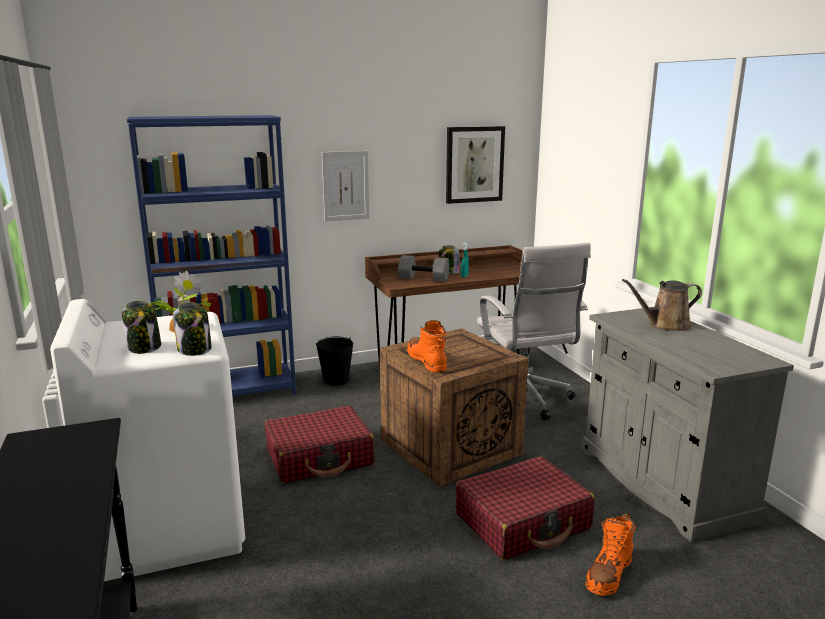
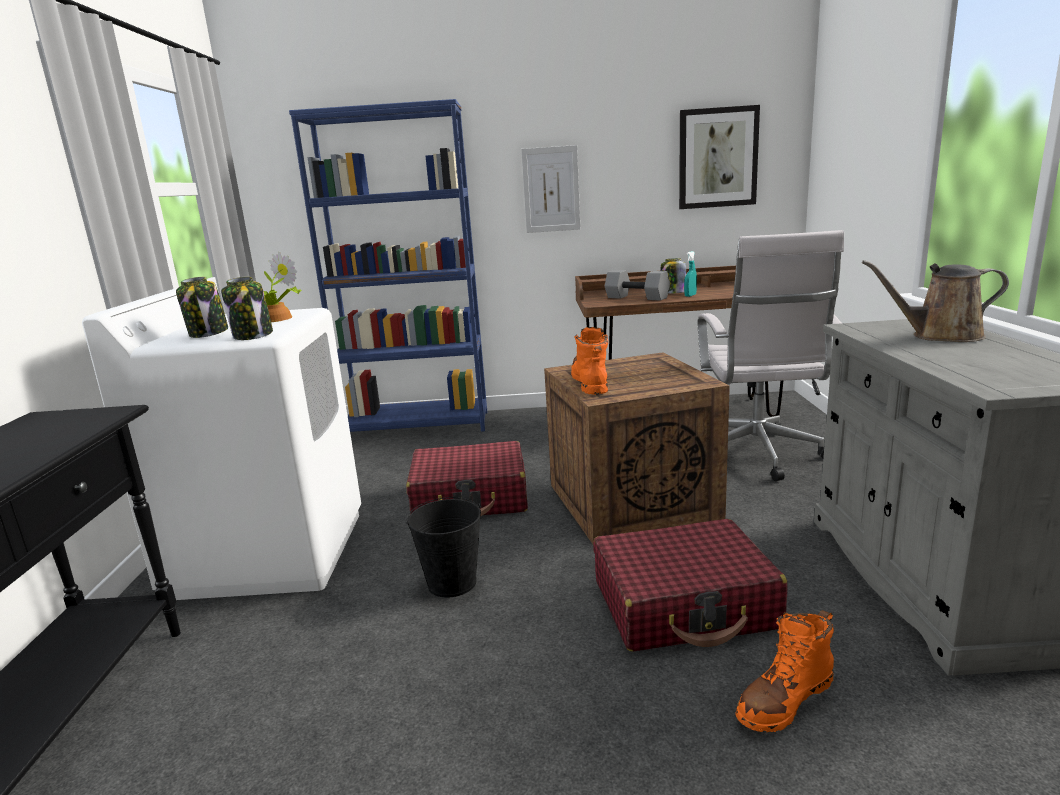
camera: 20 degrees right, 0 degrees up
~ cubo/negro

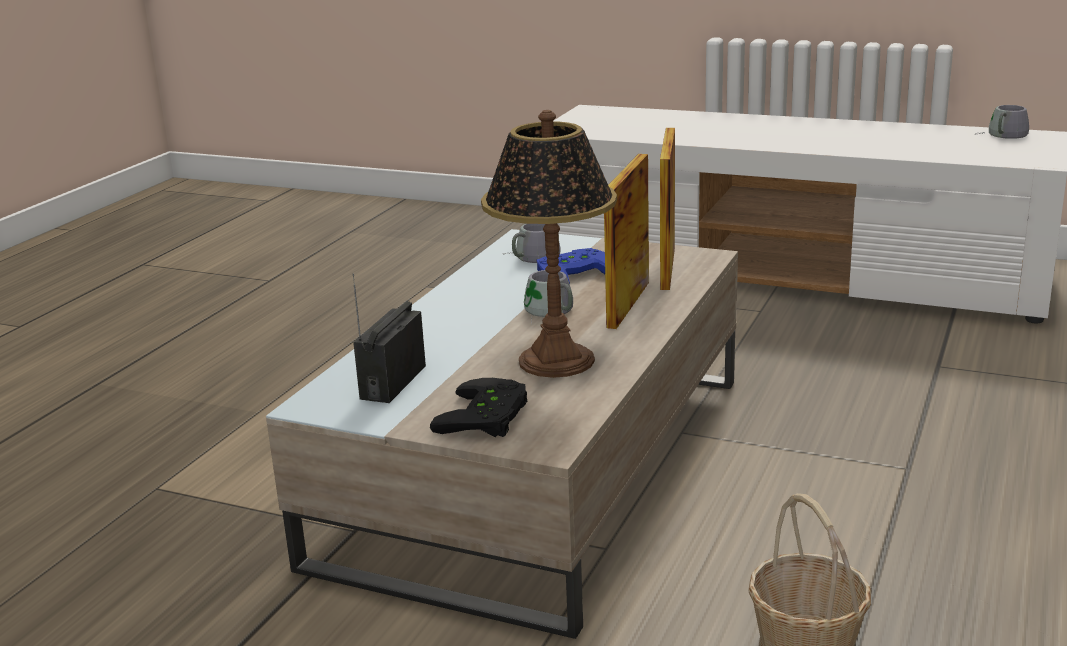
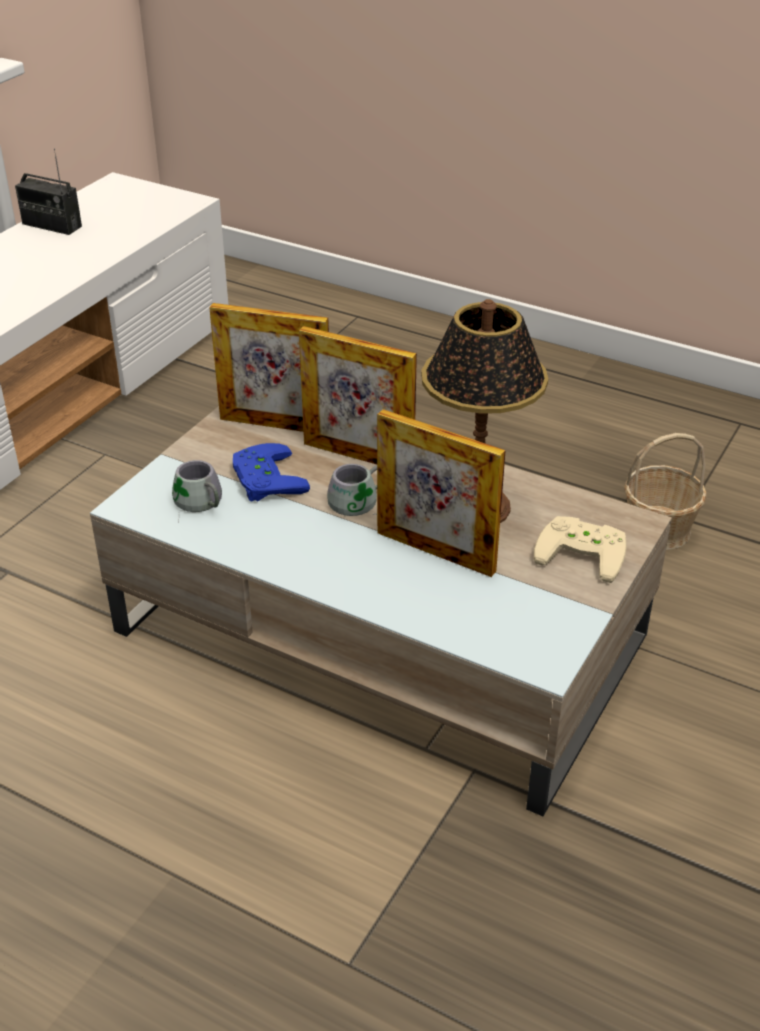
camera: 85 degrees left, 15 degrees up
- taza grande/gris (no. 3 from left)
+ portarretratos (no. 3 from left)
~ radio
~ mando de consola/negro to mando de consola/beis

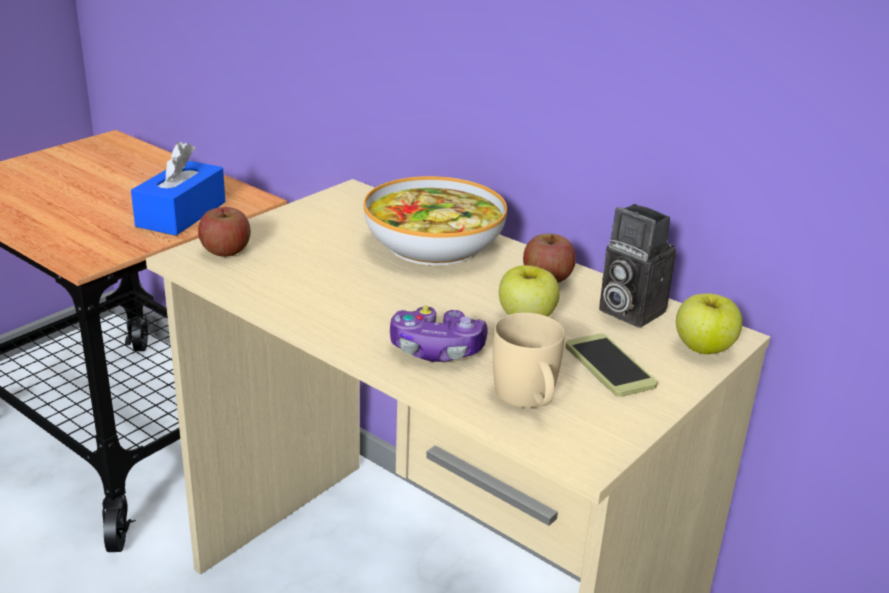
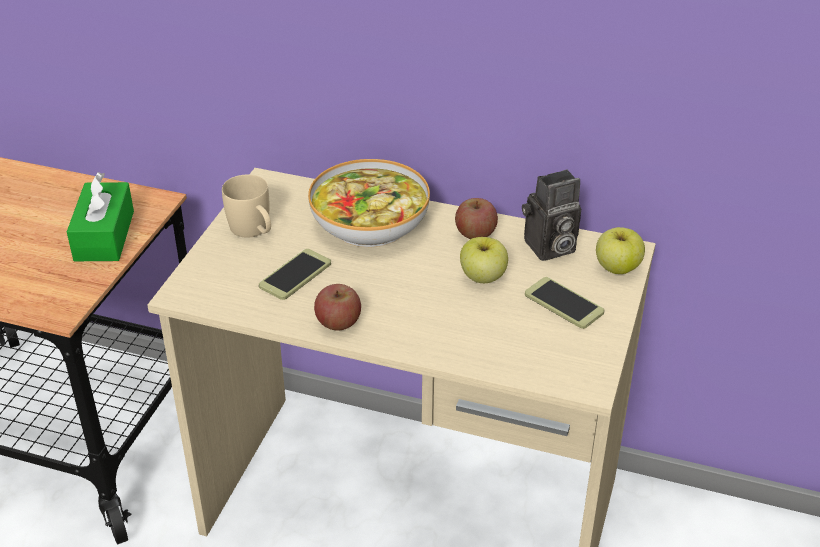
camera: 20 degrees left, 10 degrees up
- mando de consola
+ móvil (no. 1 from left)
~ manzana (no. 1 from left)
~ taza grande/beis
~ caja de pañuelos/azul to caja de pañuelos/verde
~ cámara 45 degrees counterclockwise

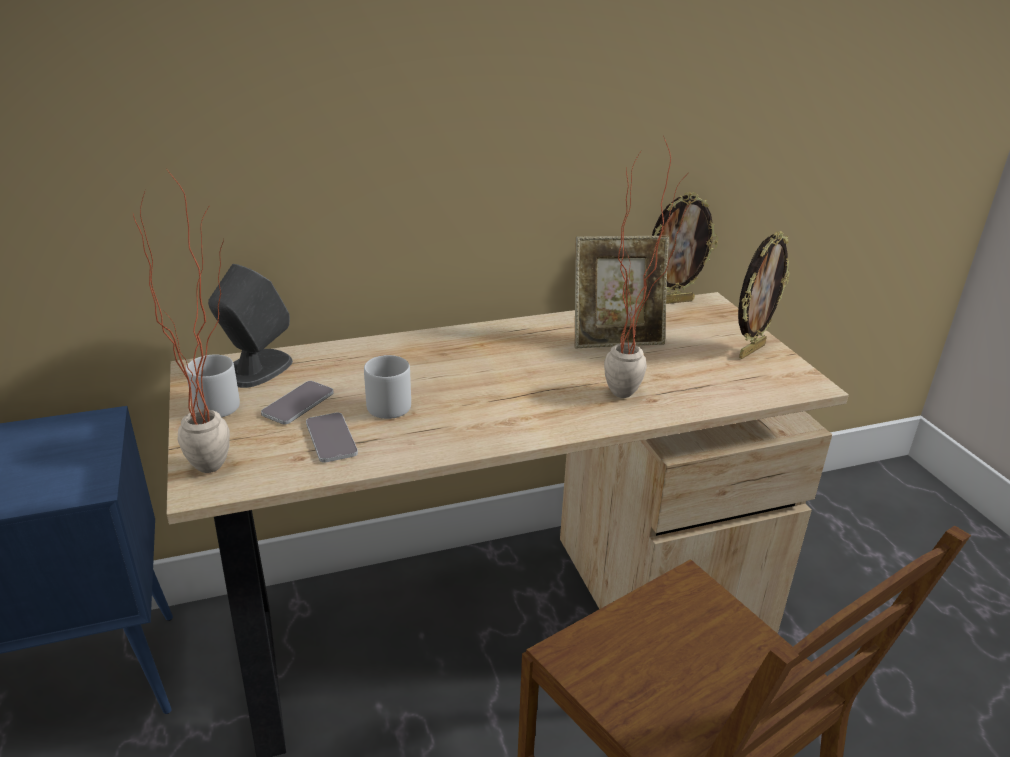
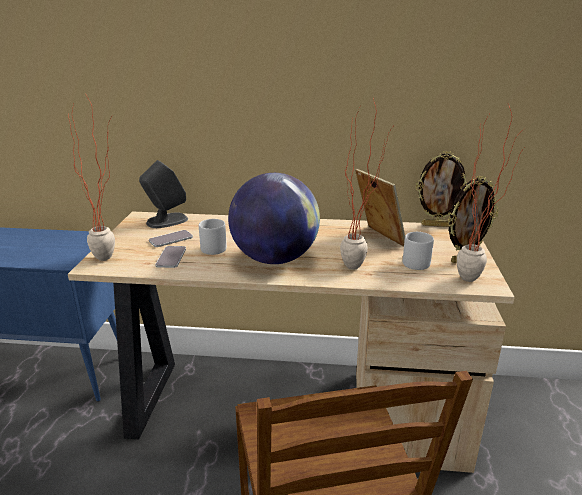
camera: 25 degrees right, 5 degrees down
+ globo terráqueo
+ planta en maceta (no. 3 from left)
~ taza grande/gris (no. 1 from left in the first image) to taza grande/gris (no. 2 from left)
~ portarretratos (no. 1 from left) 135 degrees counterclockwise

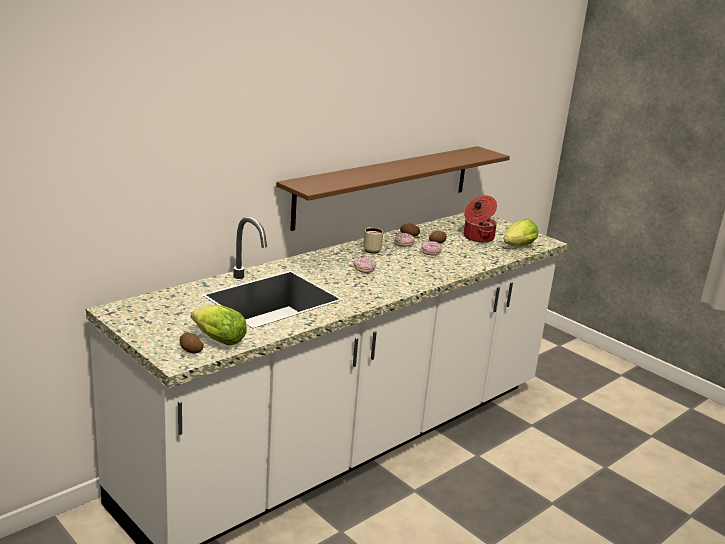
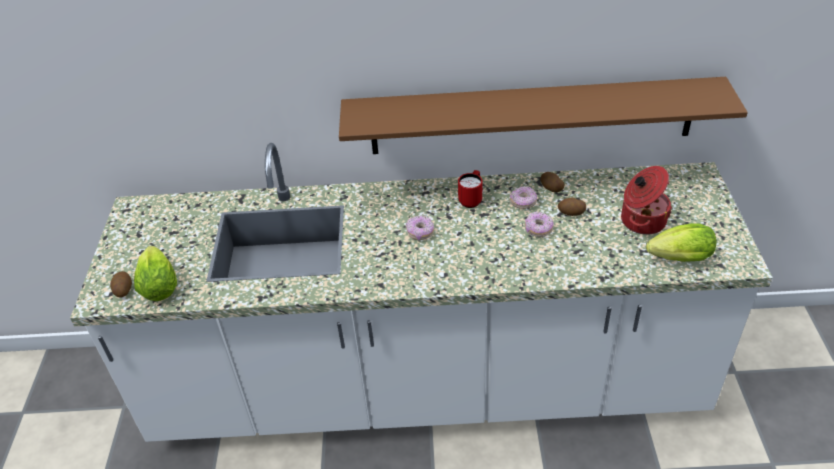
camera: 45 degrees right, 20 degrees up
~ taza grande/beis to taza grande/rojo

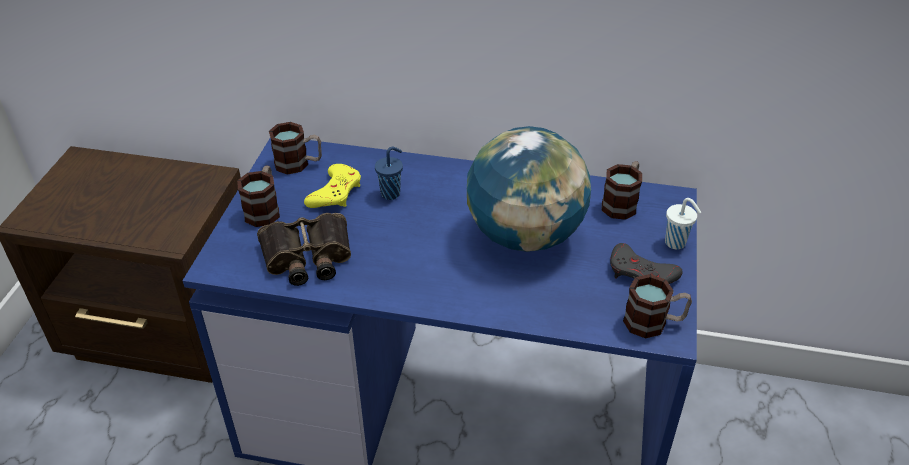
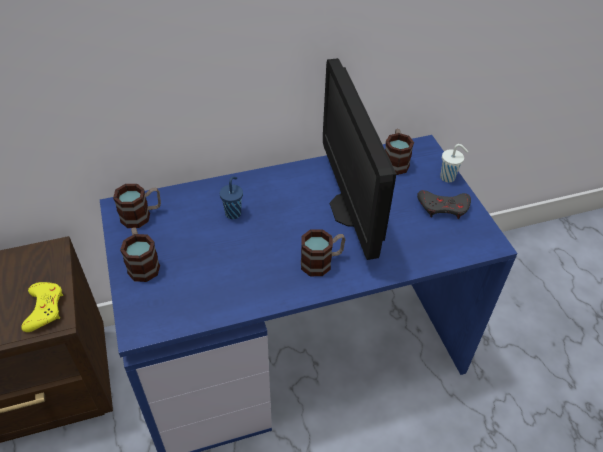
camera: 30 degrees left, 5 degrees up
- prismáticos
~ mando de consola/amarillo
~ taza grande (no. 4 from left in the first image) to taza grande (no. 3 from left)
~ globo terráqueo to monitor

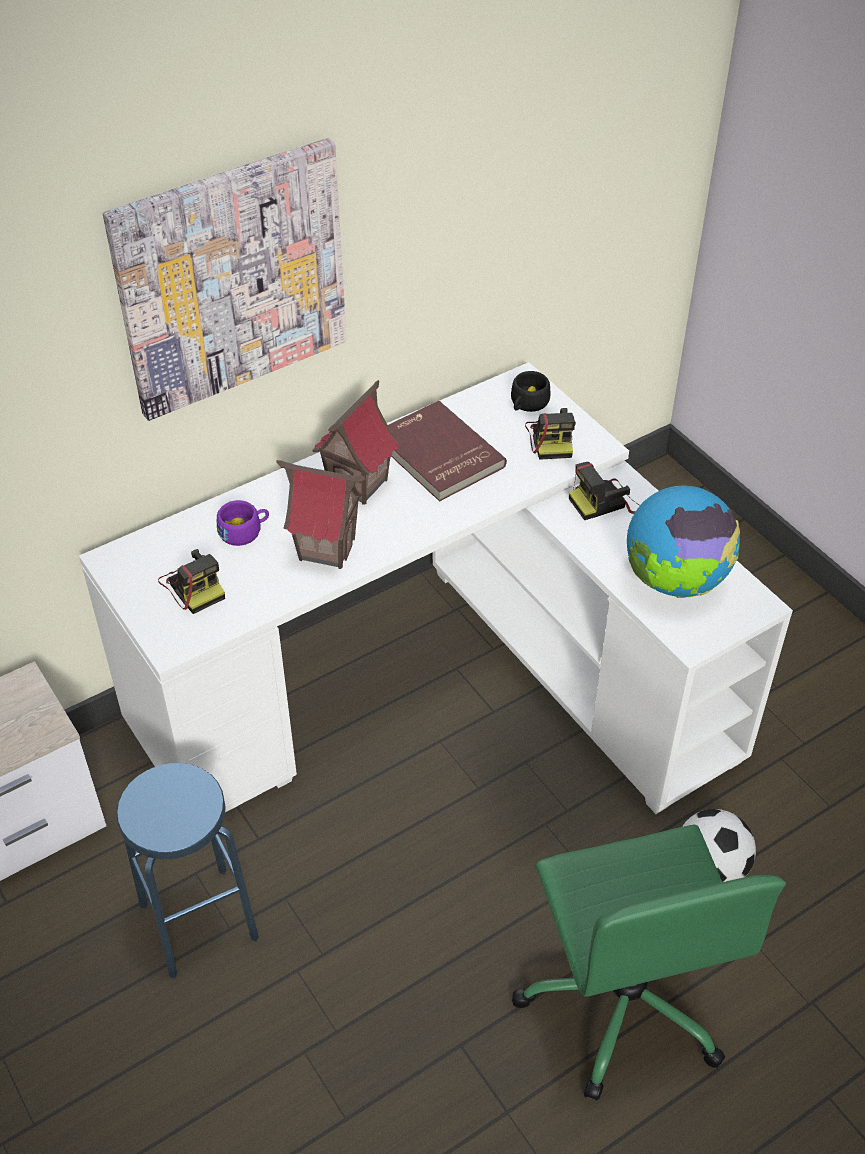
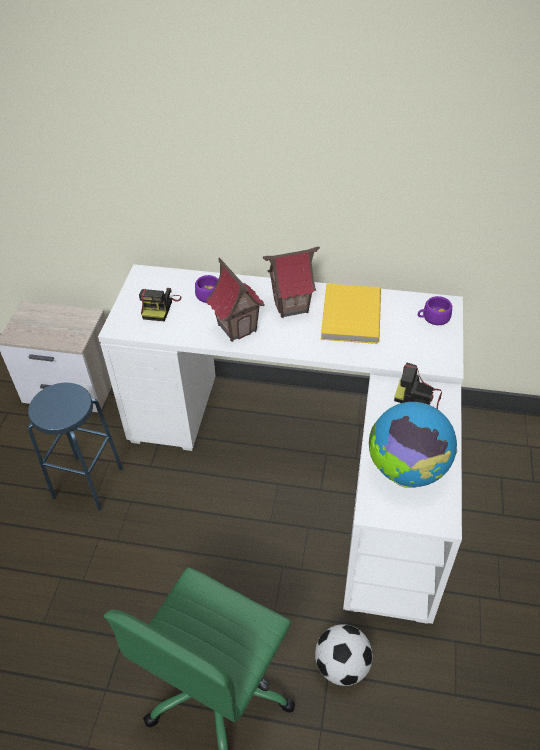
camera: 45 degrees right, 0 degrees up
- cuadro
- cámara (no. 2 from left)
~ libro/rojo to libro/amarillo
~ taza/negro to taza/morado (no. 2 from left)

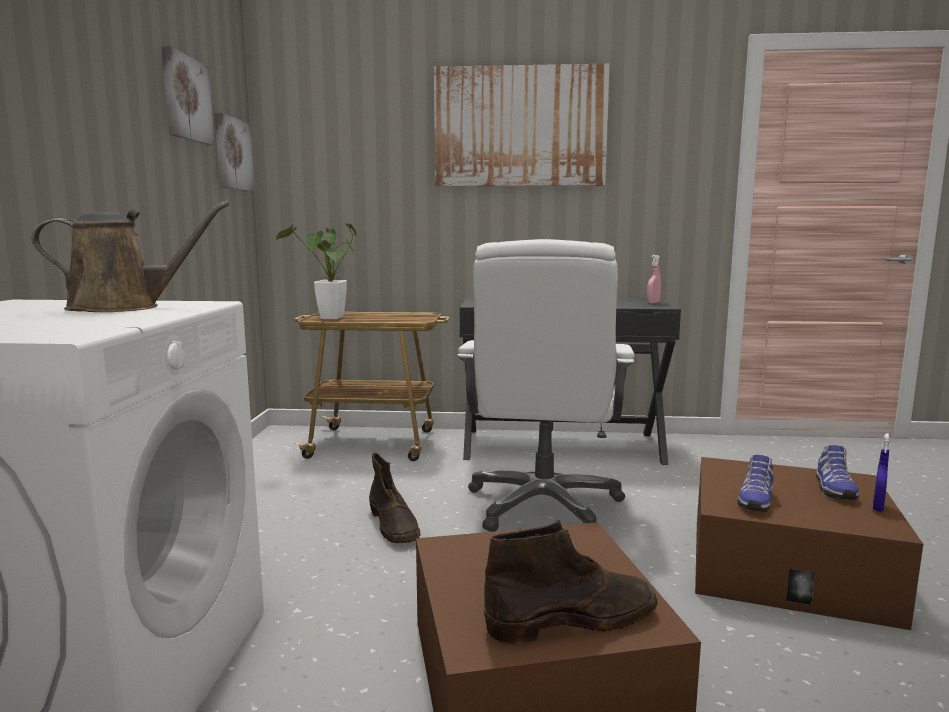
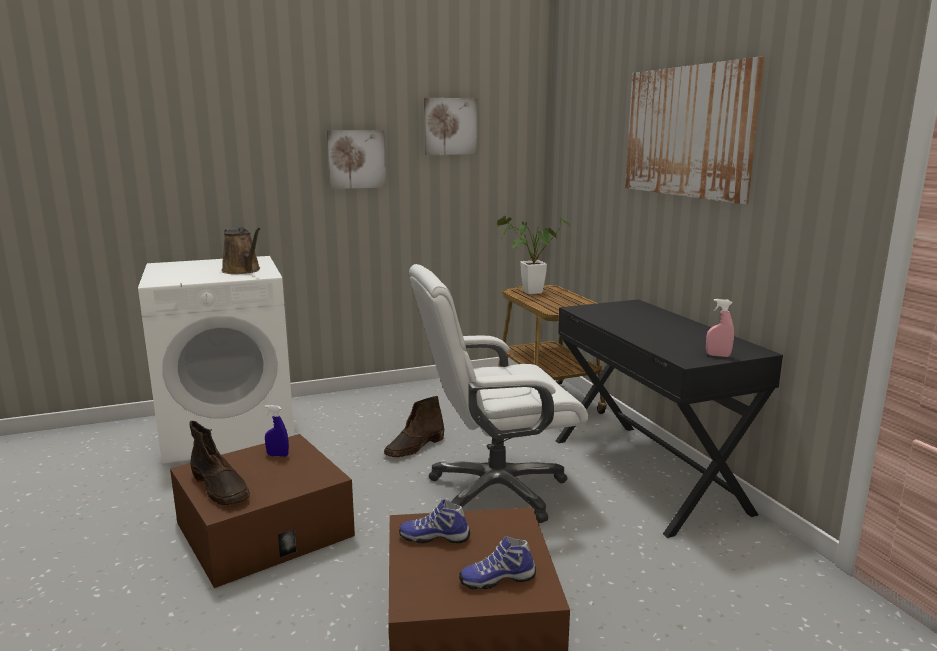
camera: 65 degrees right, 5 degrees up
~ cuadro (no. 2 from left in the first image) to cuadro (no. 1 from left)
~ pulverizador/azul

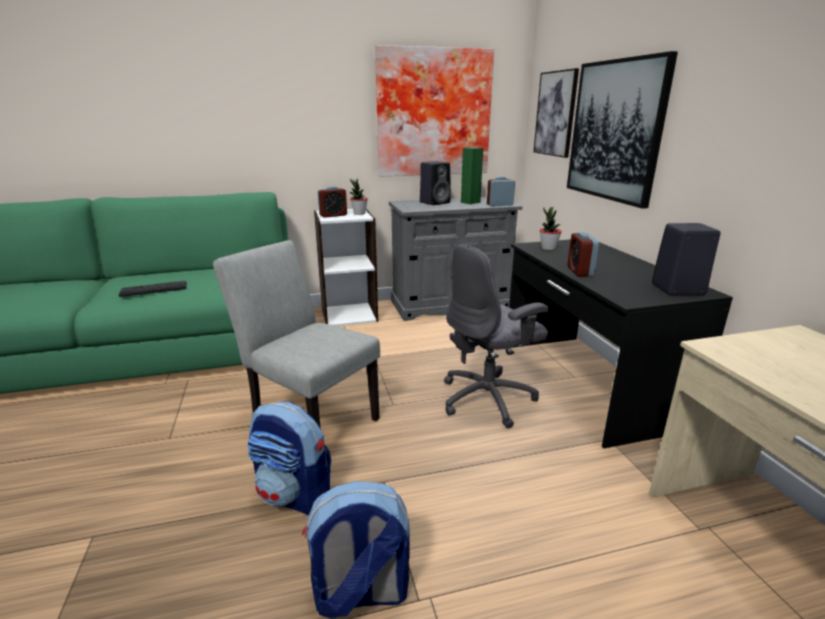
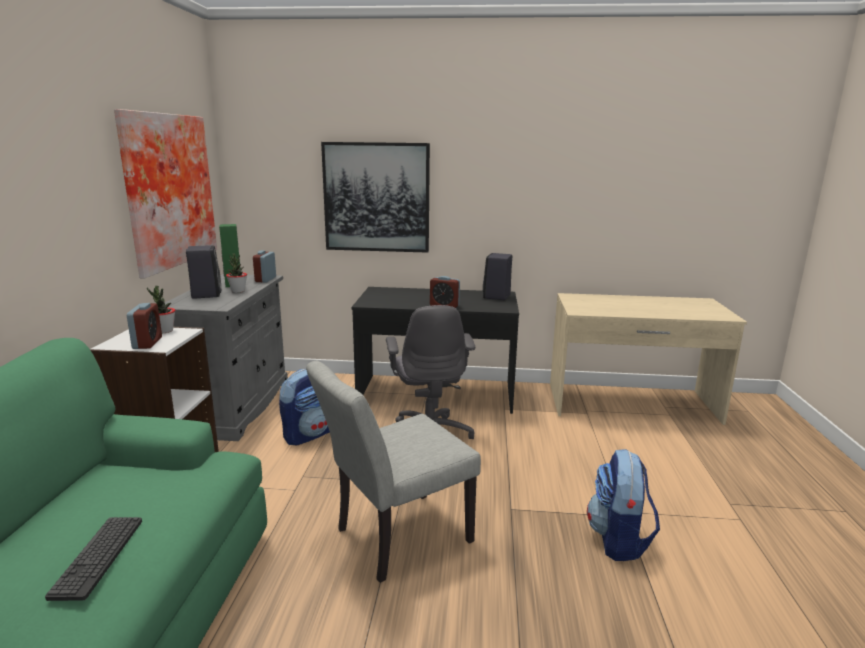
camera: 70 degrees left, 5 degrees down
- cuadro (no. 2 from left)
~ mochila (no. 1 from left)
~ planta en maceta (no. 2 from left)

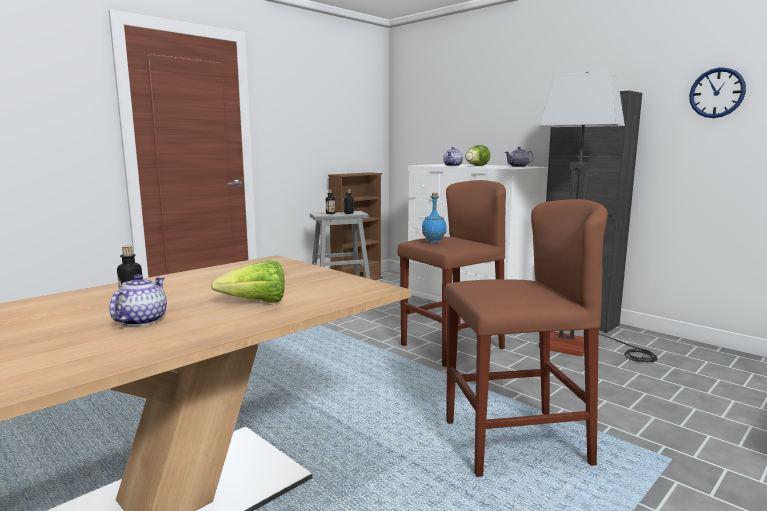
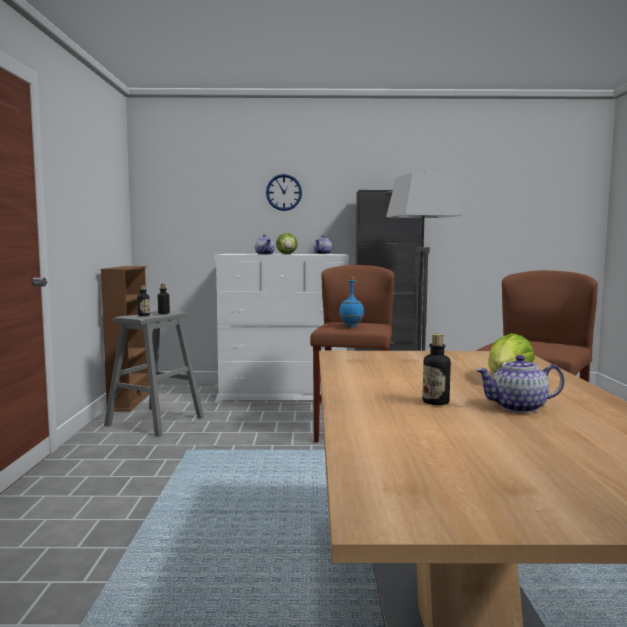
camera: 45 degrees left, 5 degrees down
~ reloj de pared
~ tetera (no. 1 from left in the first image) 60 degrees counterclockwise

